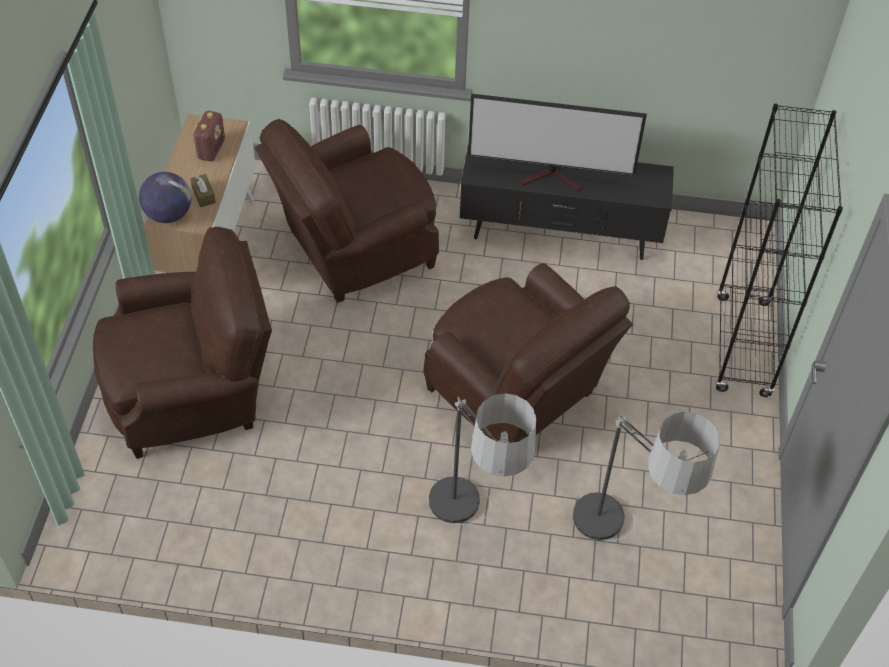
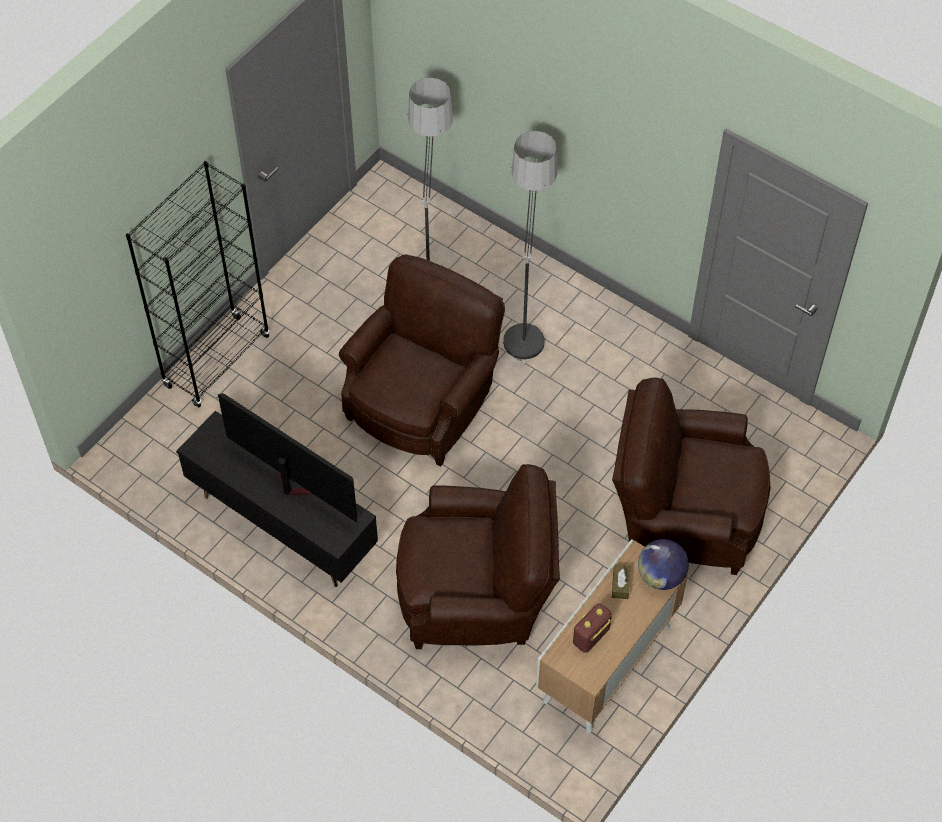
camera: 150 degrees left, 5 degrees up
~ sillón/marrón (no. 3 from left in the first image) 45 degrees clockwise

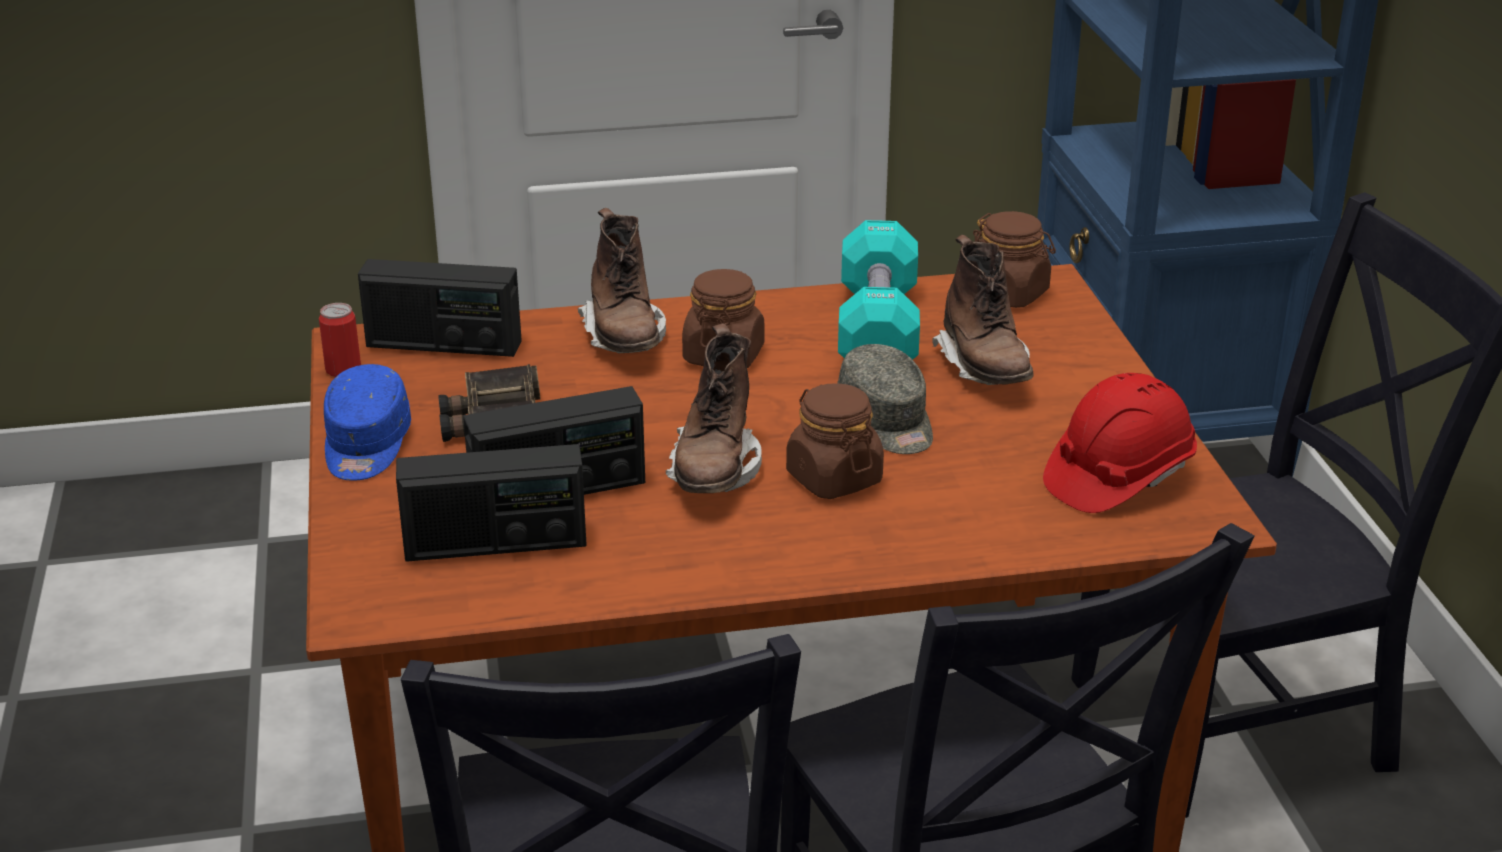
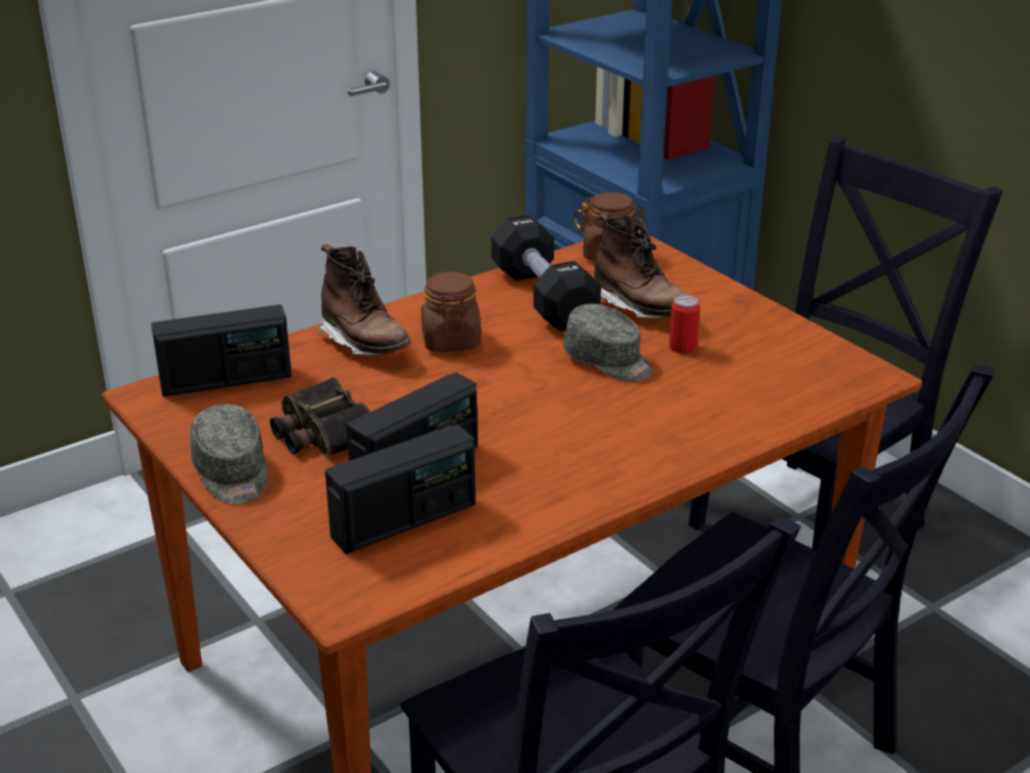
camera: 25 degrees left, 0 degrees up
- bota/marrón (no. 2 from left)
- tarro/marrón (no. 2 from left)
- casco/rojo
~ lata
~ gorra/azul to gorra/gris (no. 1 from left)
~ mancuerna/turquesa to mancuerna/negro

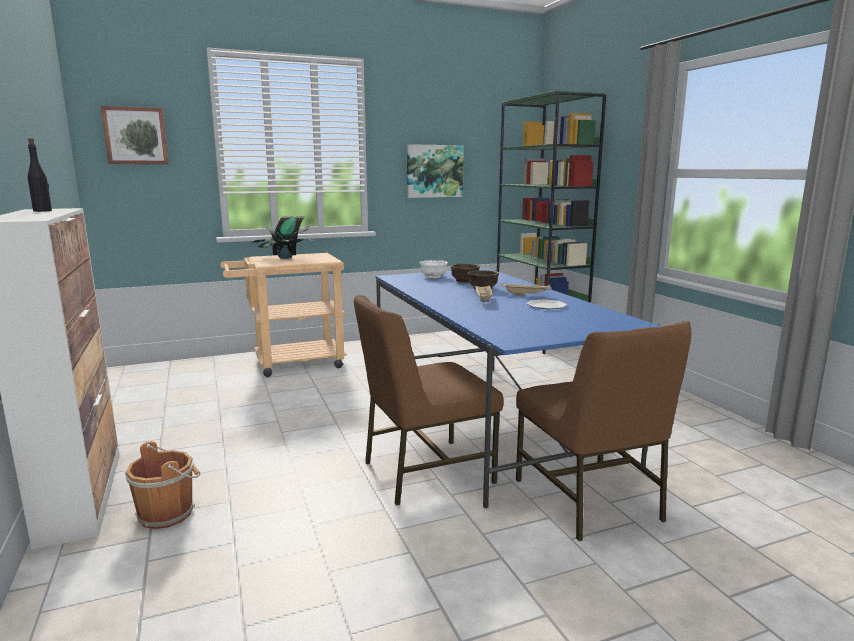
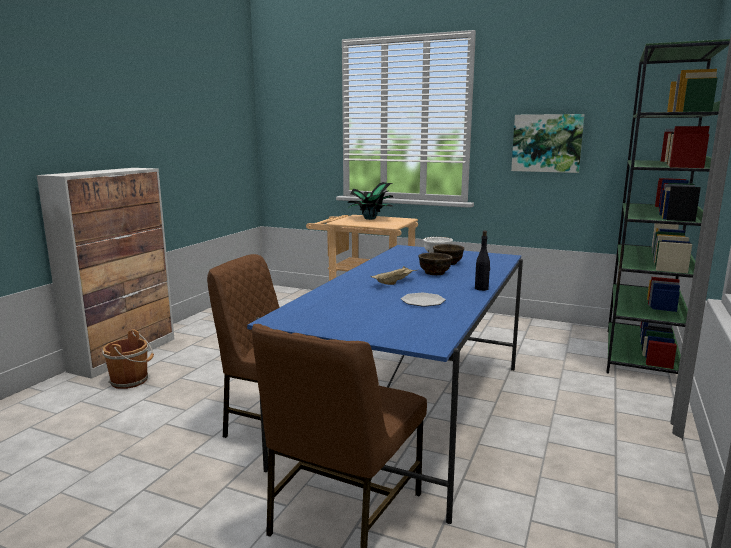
camera: 45 degrees right, 0 degrees up
- cuadro (no. 1 from left)
- bandeja/beis (no. 2 from left)
~ botella/negro

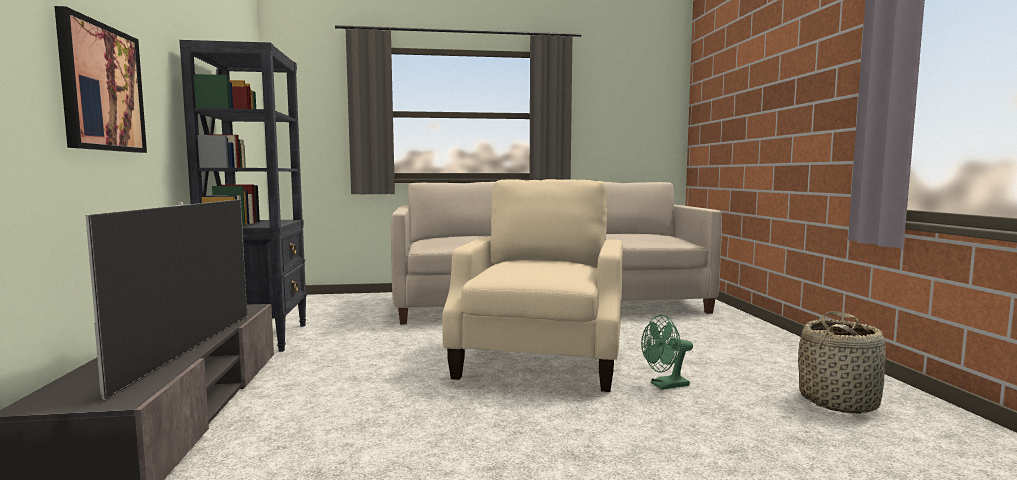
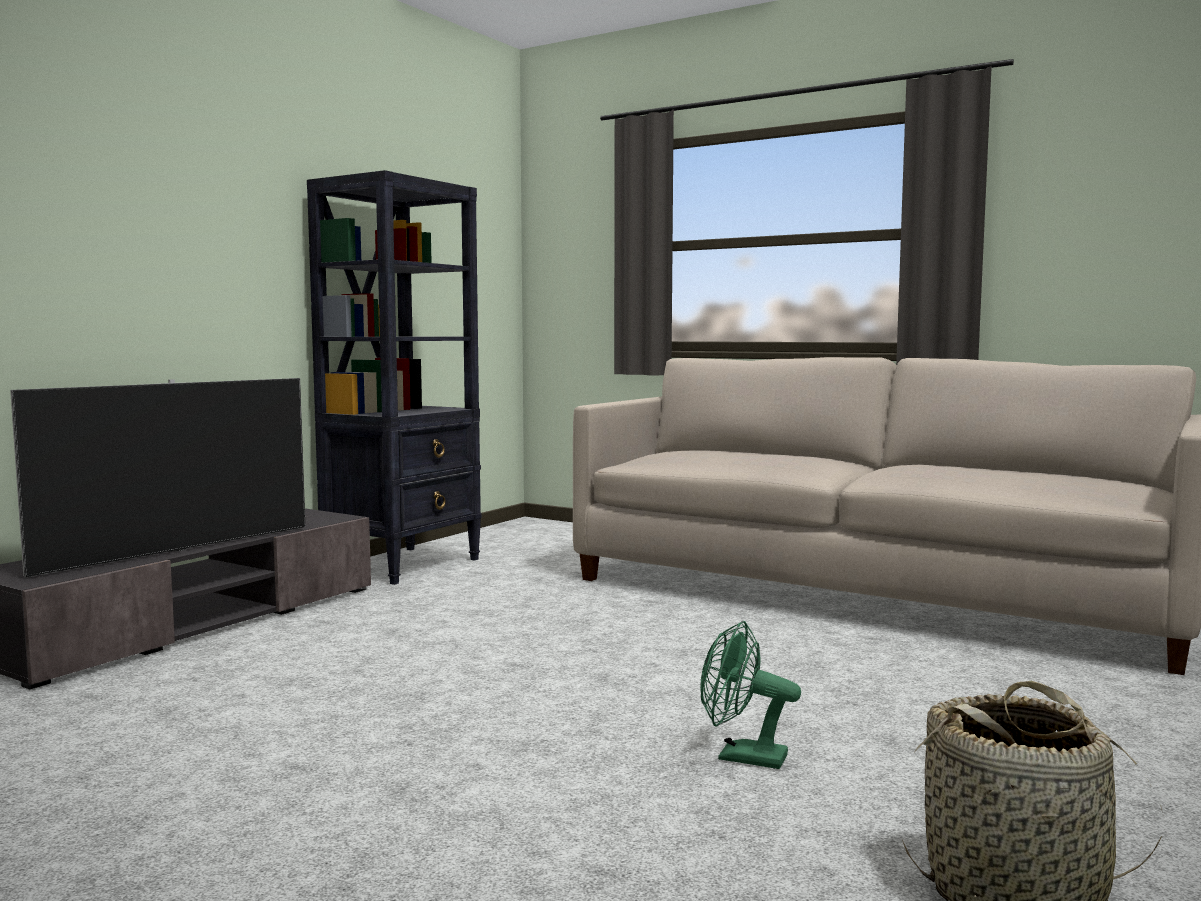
camera: 40 degrees right, 0 degrees up
- cuadro
- sillón/beis

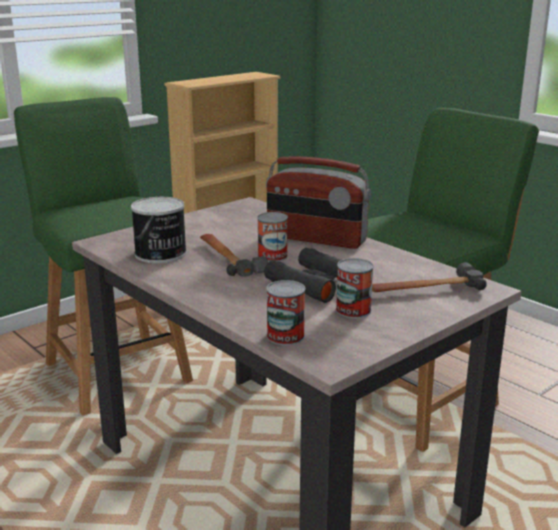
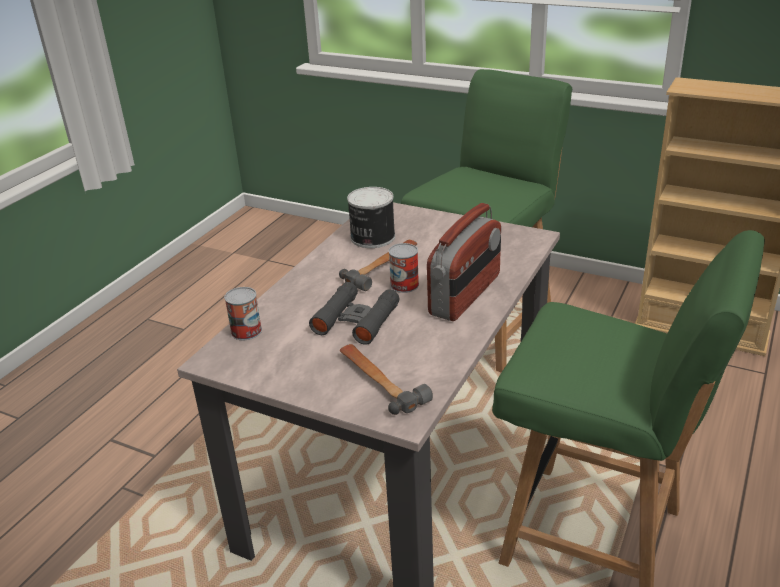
camera: 70 degrees right, 10 degrees up
- lata (no. 4 from left)
~ radio 150 degrees counterclockwise

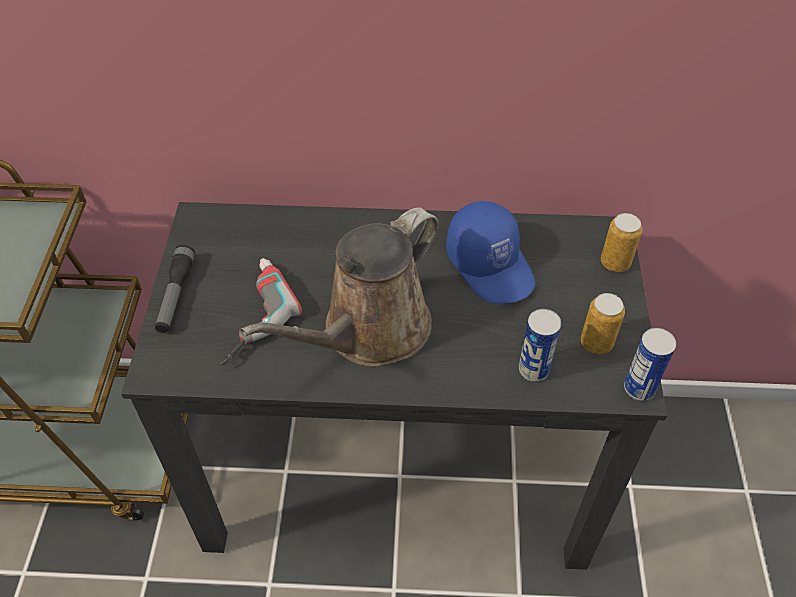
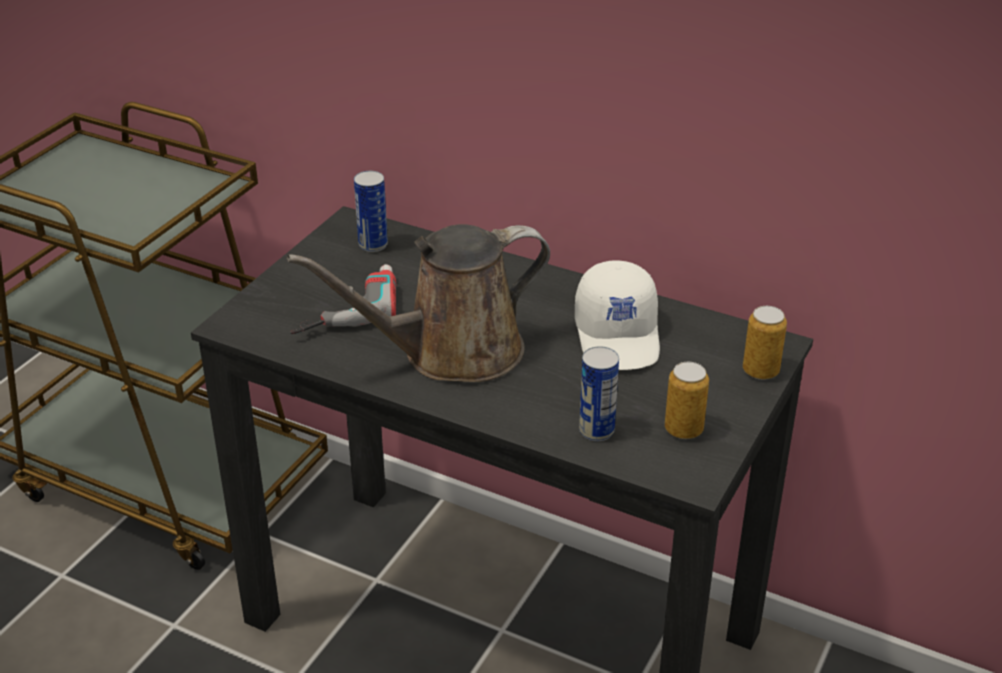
camera: 25 degrees right, 15 degrees down
- linterna
~ lata (no. 4 from left in the first image) to lata (no. 1 from left)
~ gorra/azul to gorra/blanco

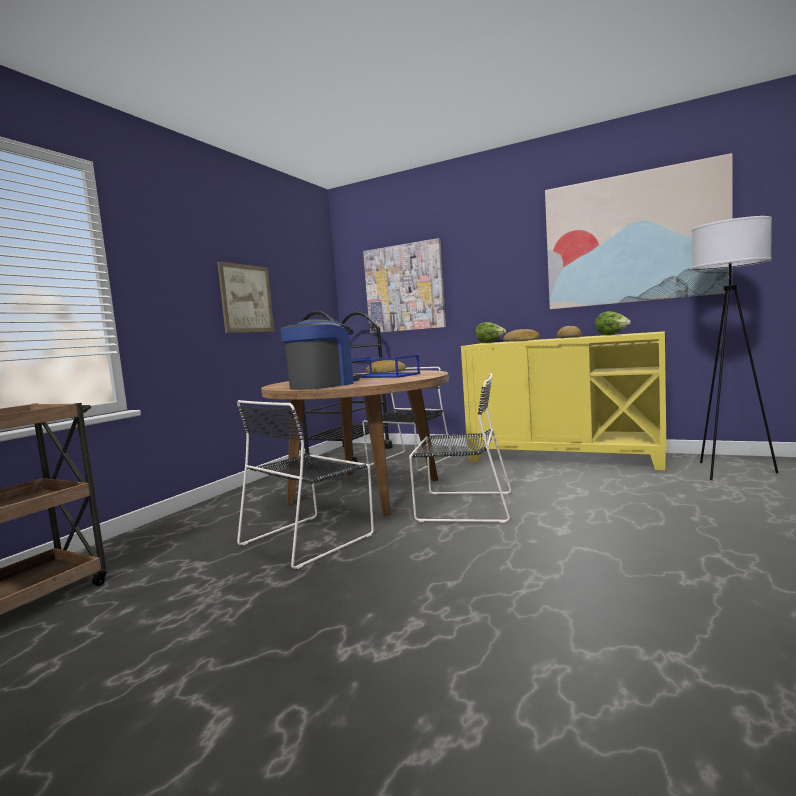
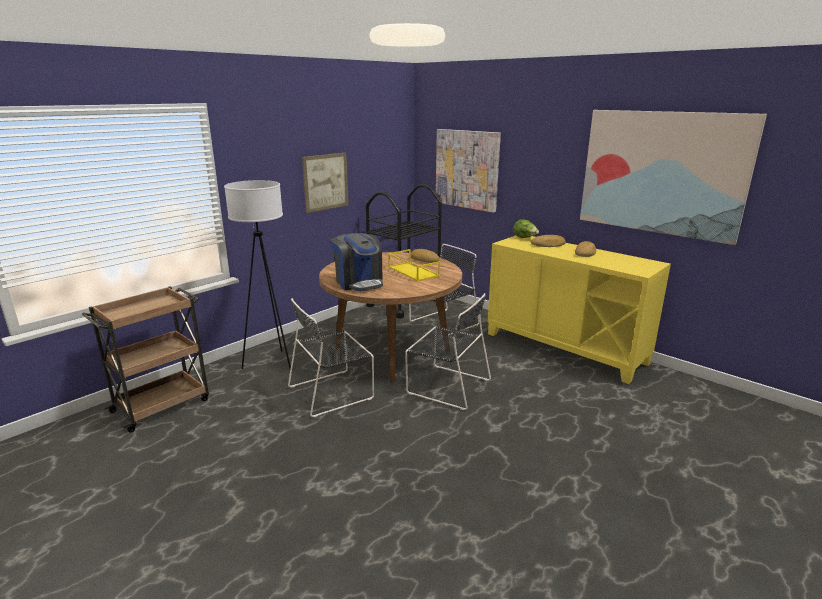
camera: 15 degrees right, 15 degrees up
- lechuga (no. 2 from left)
~ lámpara de pie/blanco
~ bandeja/azul to bandeja/amarillo
~ cafetera 90 degrees clockwise

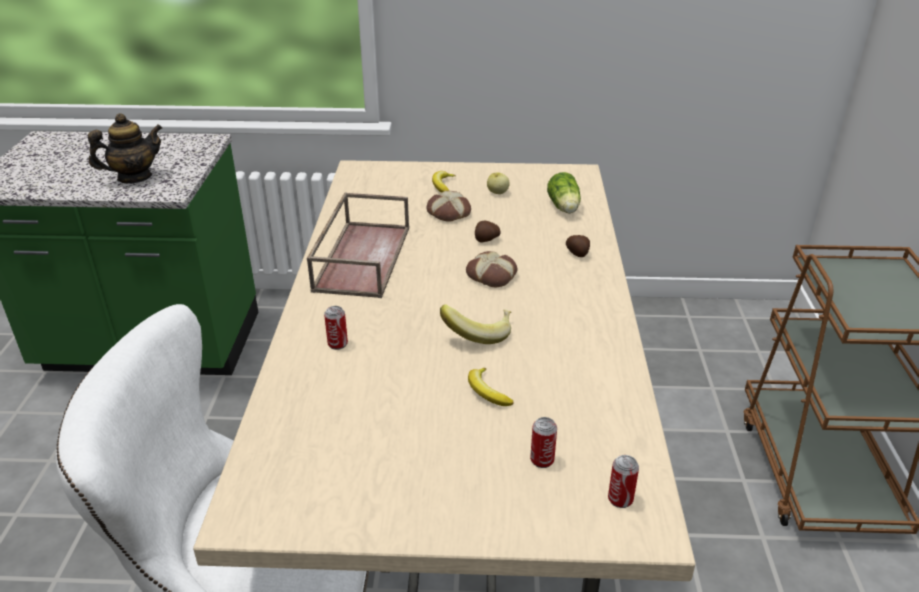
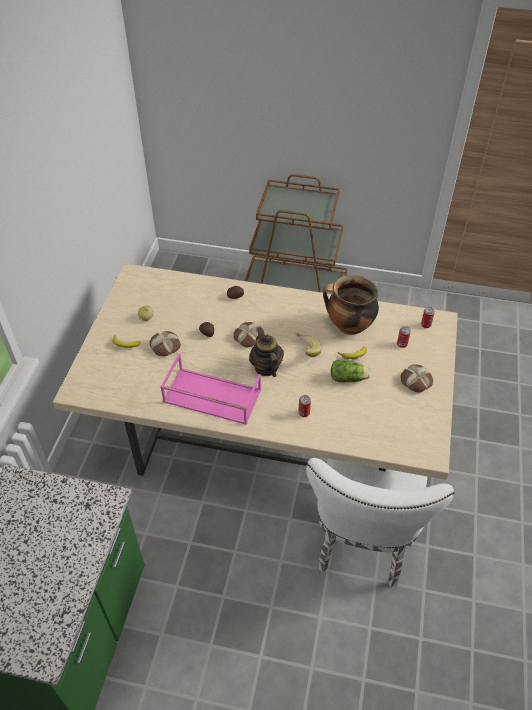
camera: 80 degrees left, 15 degrees up
+ olla
+ pan (no. 3 from left)
~ tetera
~ lechuga
~ bandeja/marrón to bandeja/rosa

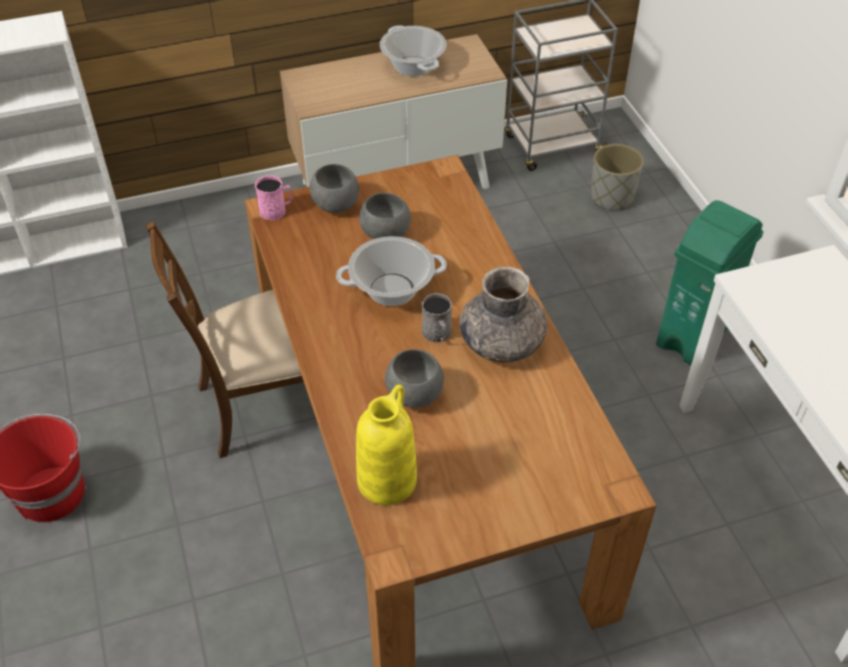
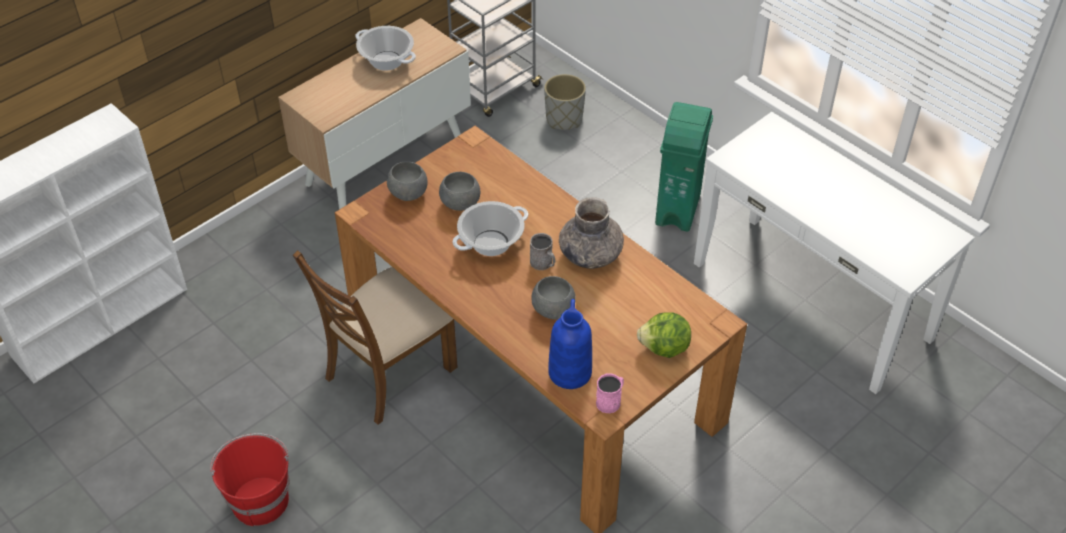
camera: 25 degrees left, 0 degrees up
+ lechuga
~ taza grande/rosa
~ florero/amarillo to florero/azul

